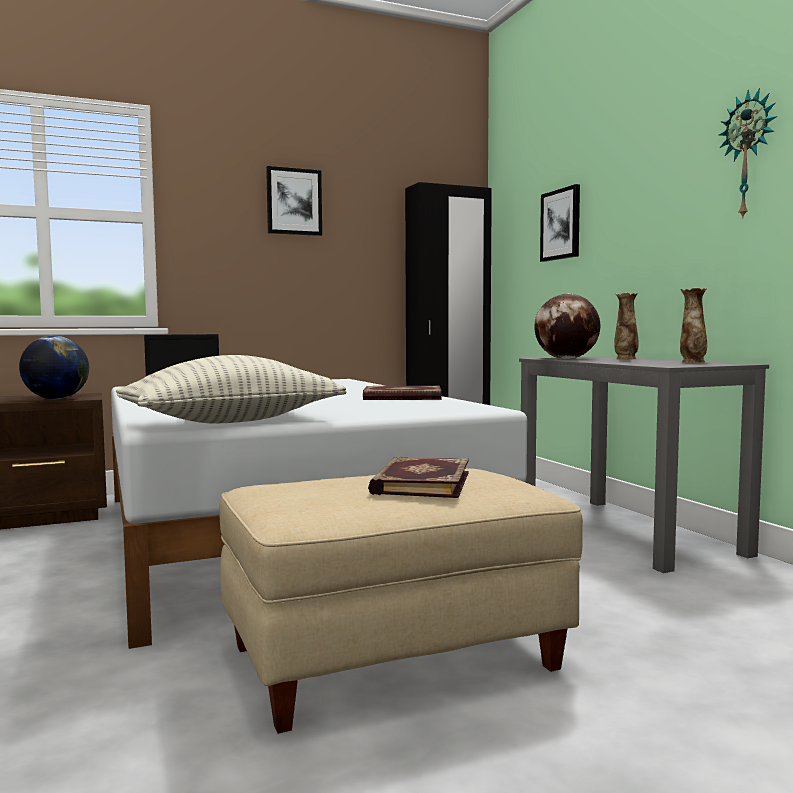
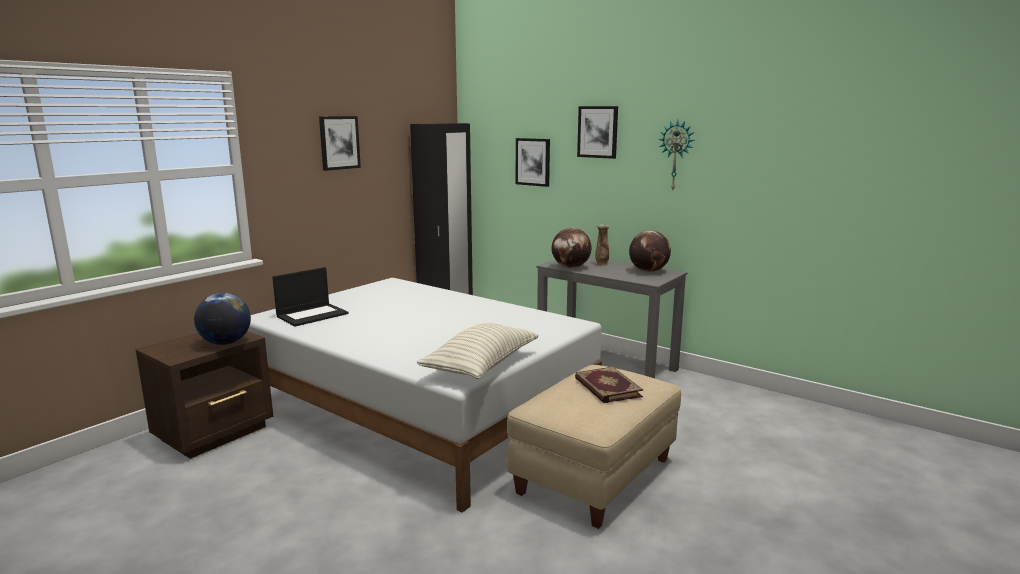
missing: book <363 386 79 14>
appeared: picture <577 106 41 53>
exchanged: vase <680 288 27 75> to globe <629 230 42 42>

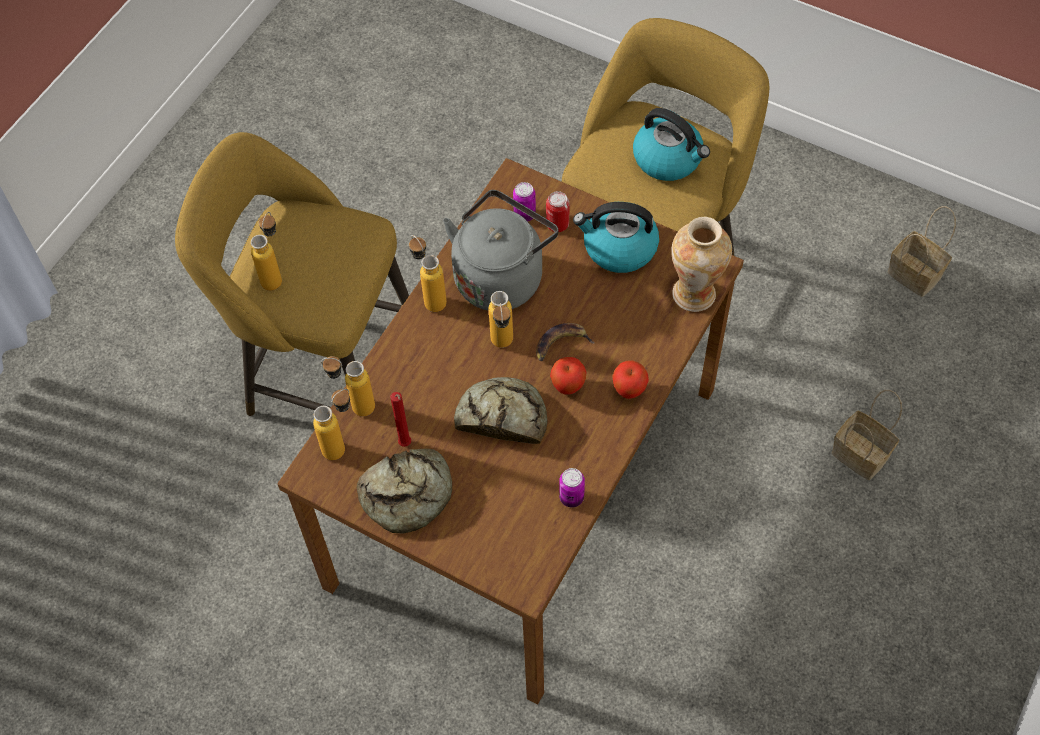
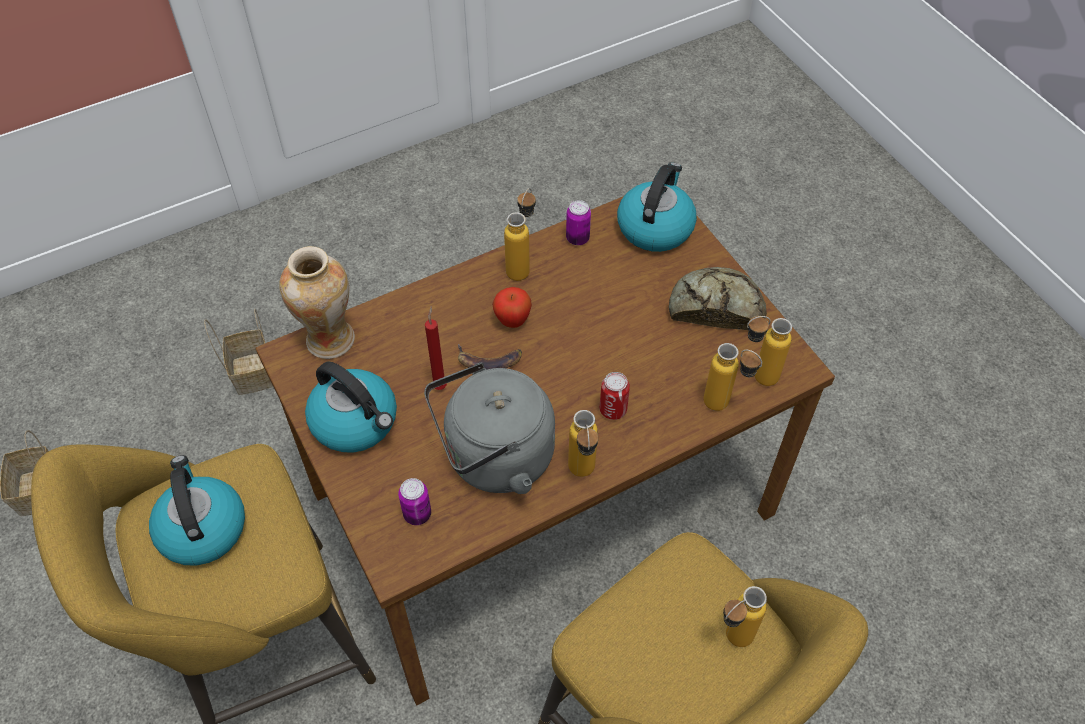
missing: bread <454 377 93 67>; apple <612 360 37 39>
appeared: kettle <617 162 80 90>
relocated: red candle <390 392 21 55> to <425 306 22 84>; bottle <488 291 25 57> to <504 188 32 93>; can <546 191 23 41> to <599 372 31 48>

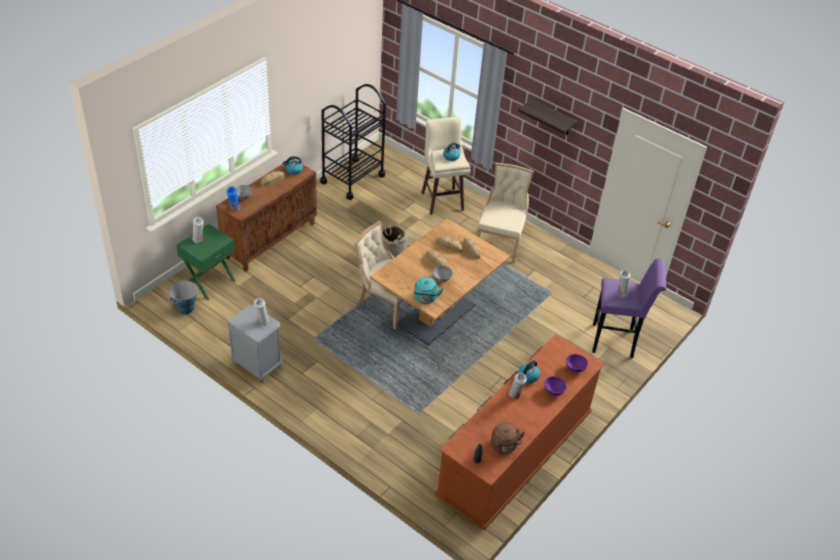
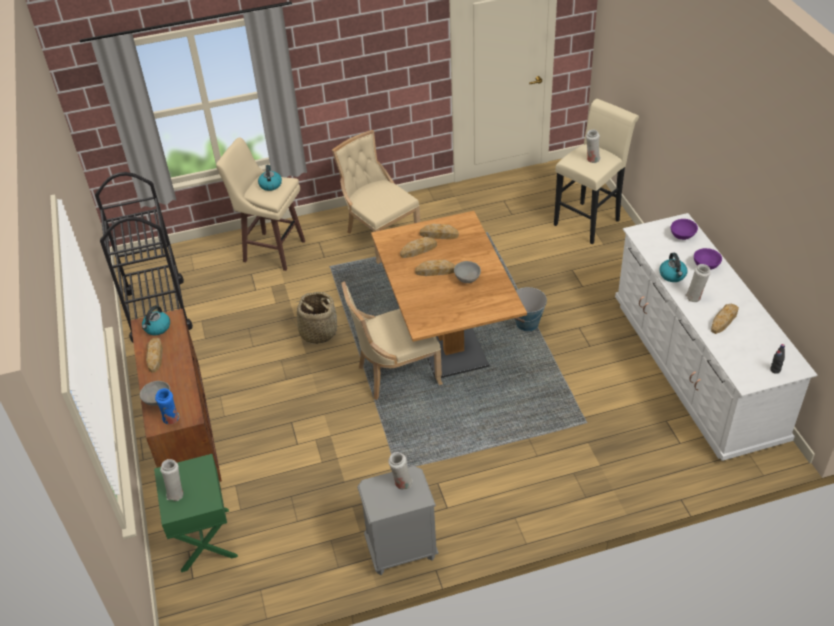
missing: turquoise kettle <414 277 29 27>; brown kettle <491 422 34 32>; shelf <518 99 60 36>
appeared: bread <711 304 28 30>
relocated: bucket <169 280 28 35> to <515 287 32 44>
colour: purple stool <592 258 74 100> to beige stool <554 99 85 145>; brown dresser <435 334 170 196> to white dresser <615 213 202 248>

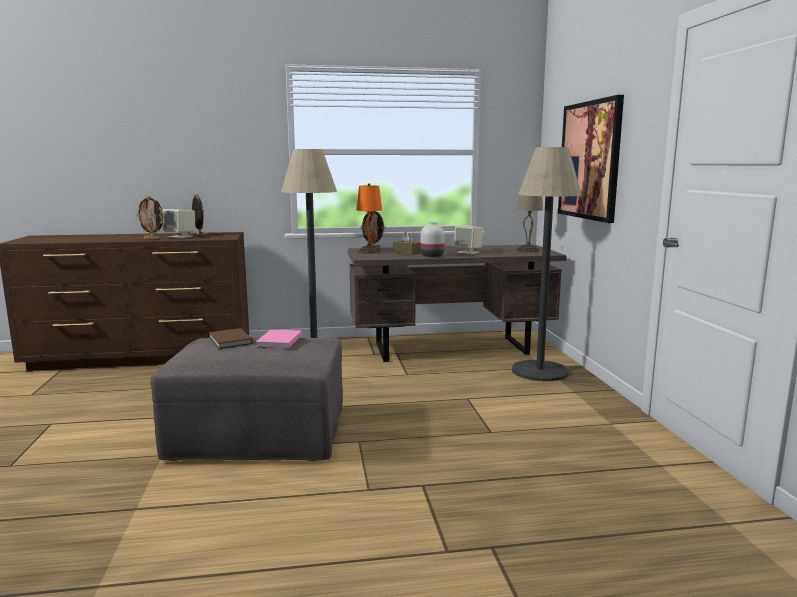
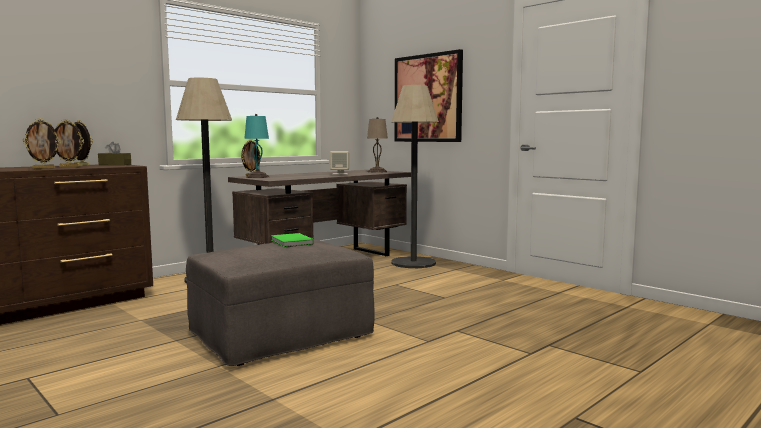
missing: brown book <209 328 43 21>; white vase <420 222 25 35>
relocated: brown tissue box <394 232 27 23> to <98 142 33 23>
exchanged: beige speaker <162 209 33 29> to picture frame <55 119 29 48>
colour: orange table lamp <356 183 26 70> to turquoise table lamp <244 114 25 64>; pink book <256 330 46 18> to green book <271 233 43 14>

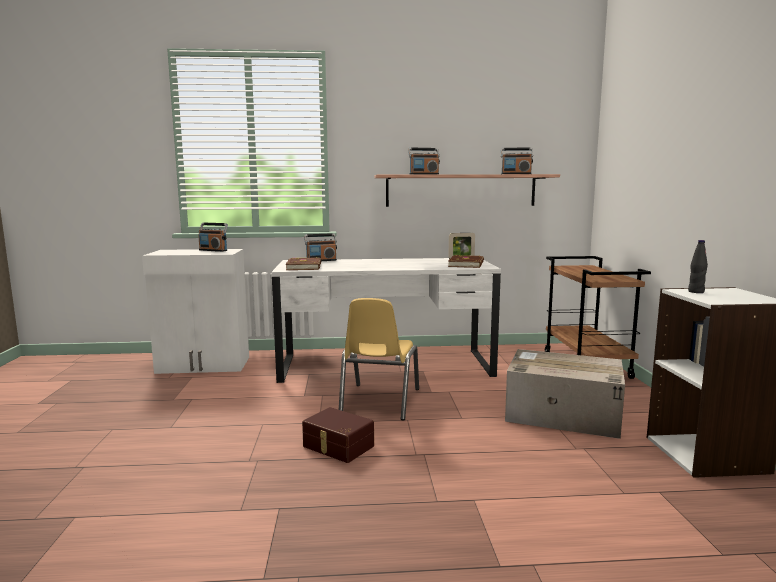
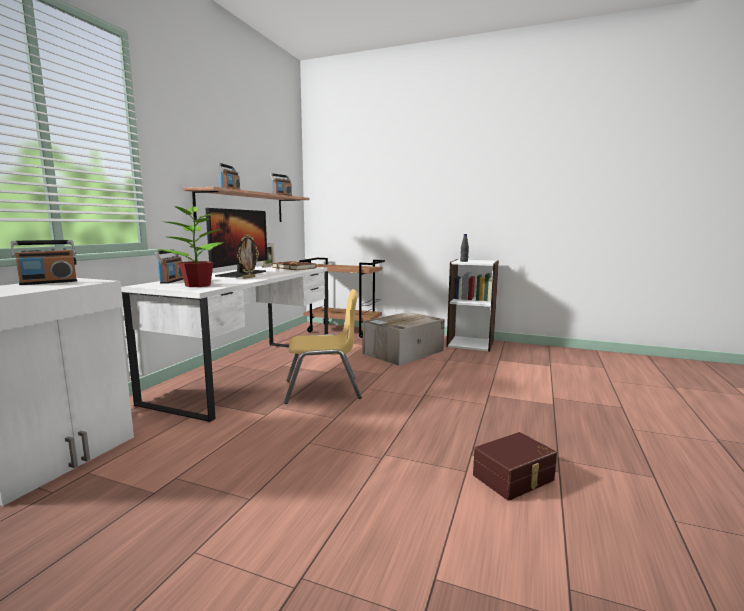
appeared: monitor <205 208 63 70>; picture frame <237 234 22 45>
relocated: brown storage box <302 407 72 56> to <473 432 84 69>
exchanged: brown book <286 257 35 13> to potted plant <159 203 66 84>
spun: yellow chair <339 298 80 122> = <284 289 78 115> 45 degrees counterclockwise

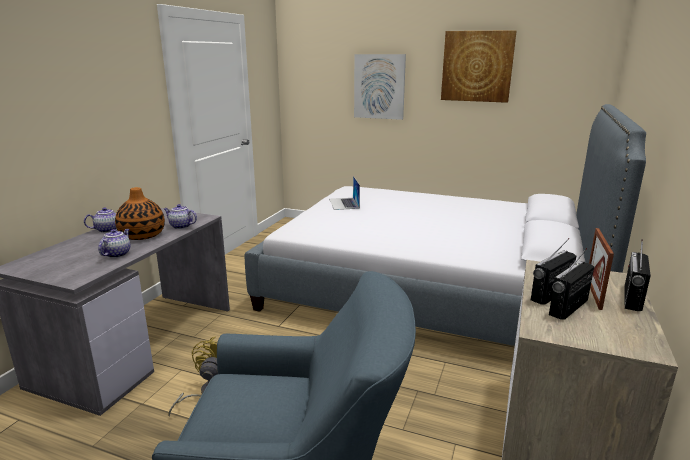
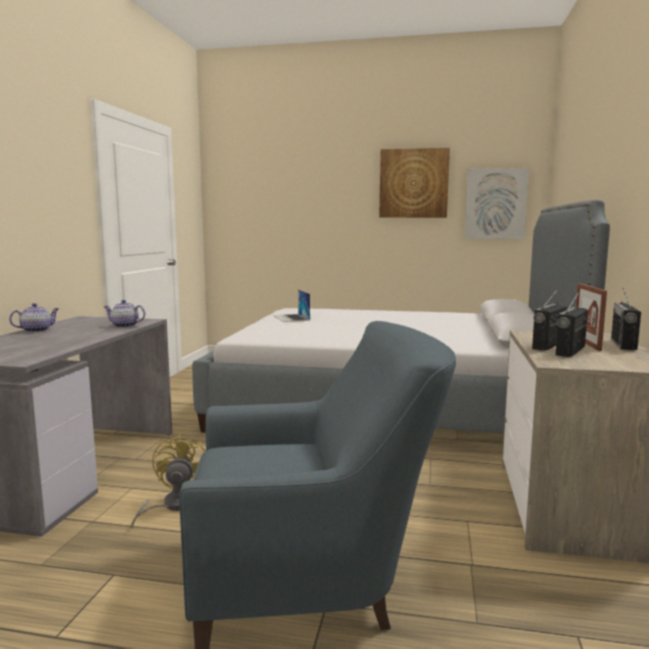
missing: teapot <98 229 32 29>; vase <115 187 50 53>
relocated: picture <354 54 52 66> to <465 168 64 71>

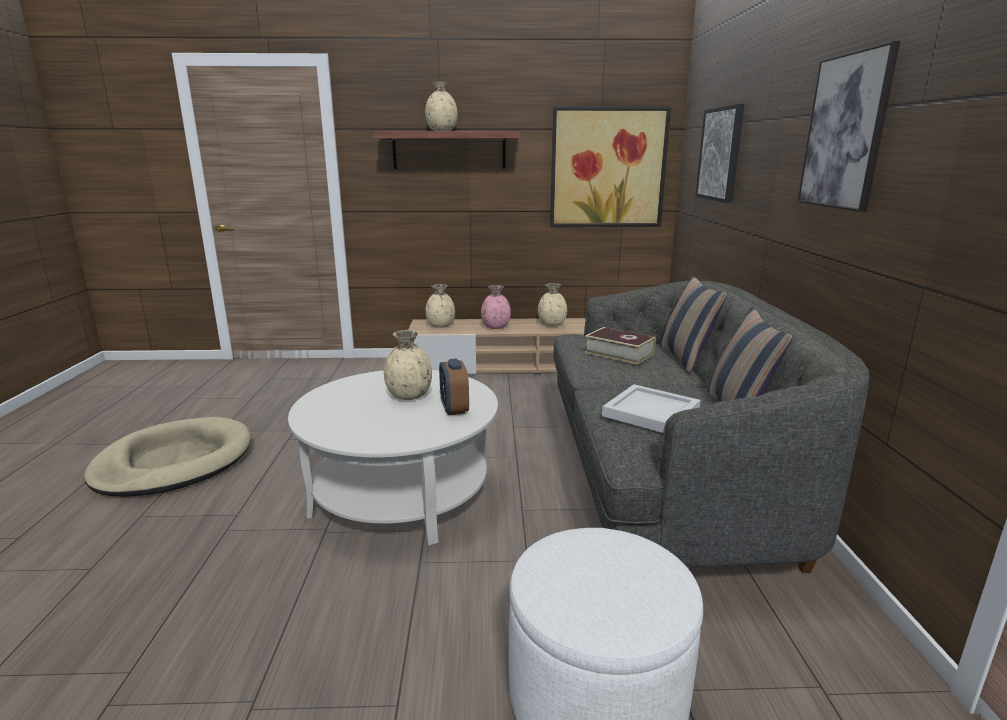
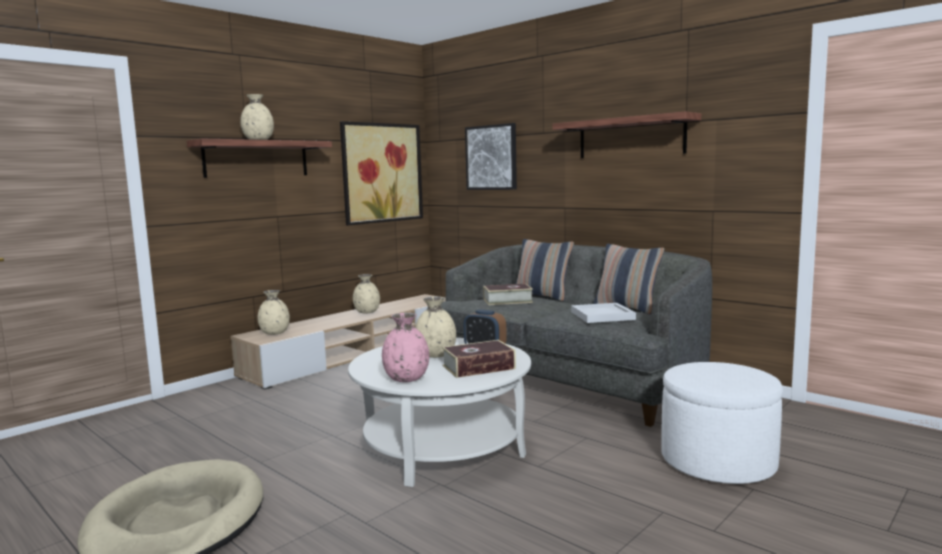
appeared: book <442 340 74 38>
relocated: pink vase <481 285 30 44> to <382 313 47 69>
exchanged: picture <798 41 102 171> to shelf <552 111 149 47>

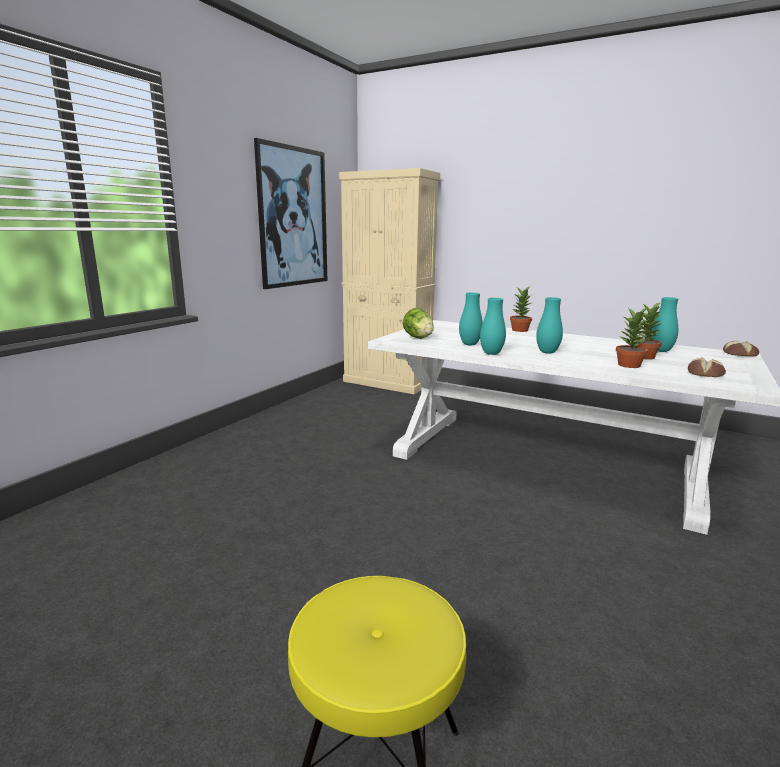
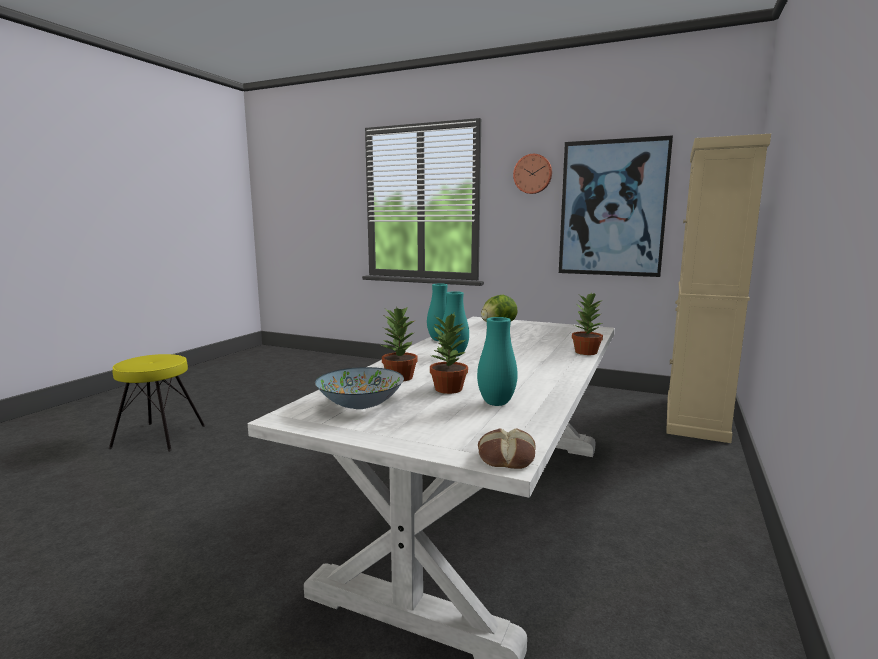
missing: turquoise vase <459 292 24 53>
appeared: wall clock <513 154 39 40>
exchanged: bread <688 357 38 20> to bowl <315 367 89 42>

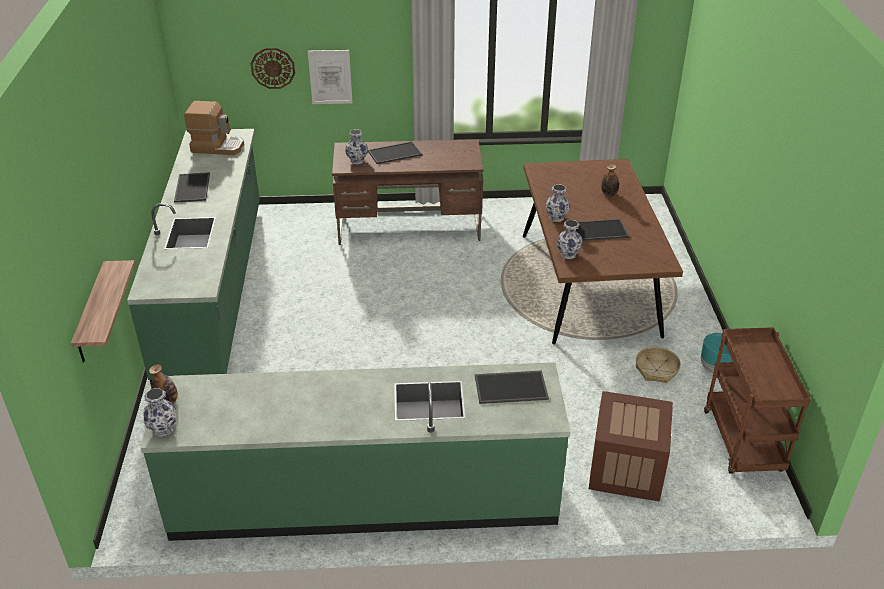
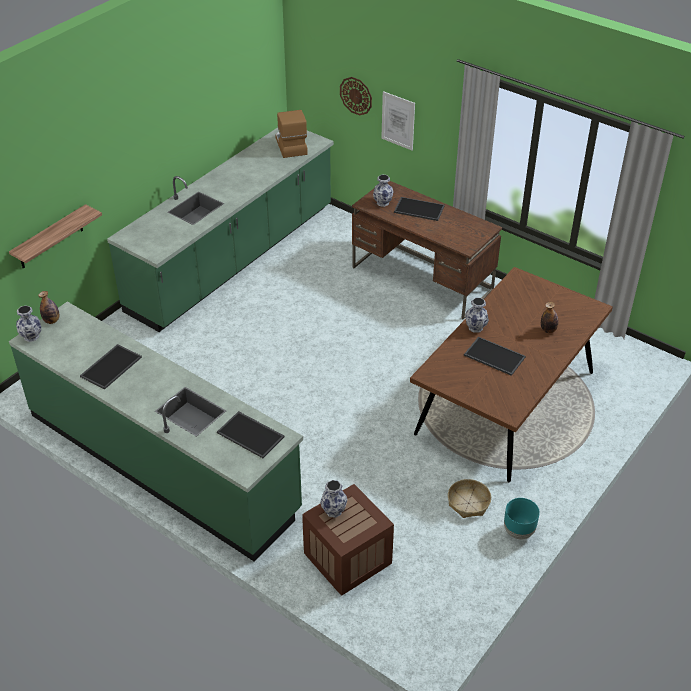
missing: brown cart <704 327 107 147>
relocated: tray <174 172 36 31> to <80 344 62 46>; vase <557 220 26 39> to <320 480 28 38>
spun: coffee machine <184 101 60 54> = <275 110 33 48> 150 degrees counterclockwise

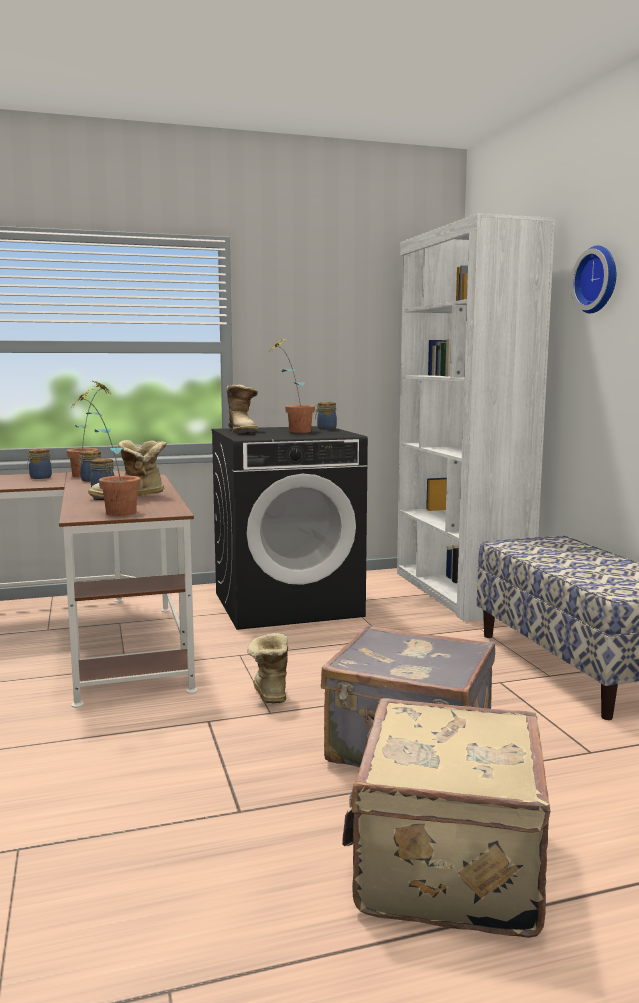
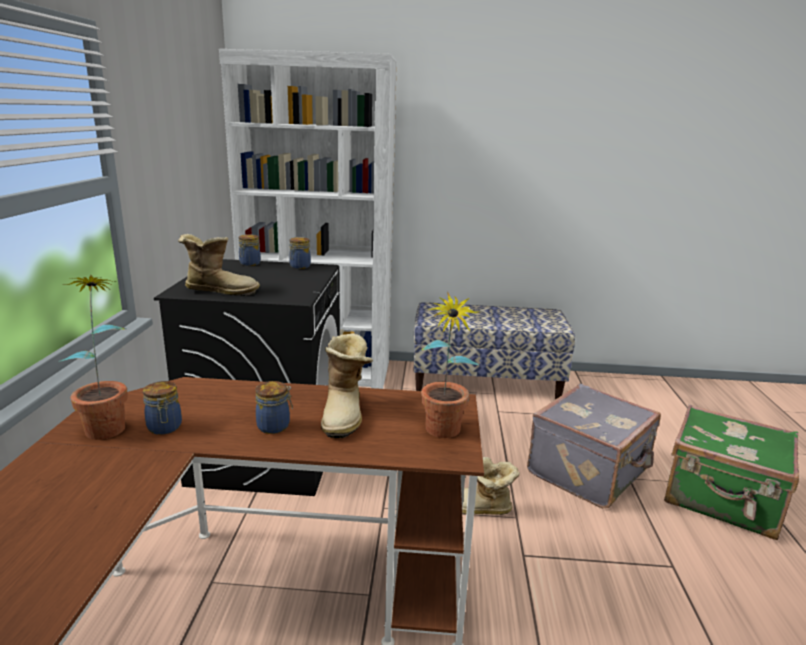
missing: potted plant <270 339 45 94>; wall clock <571 245 45 68>
relocated: jar <27 448 25 31> to <289 237 22 32>
colour: beige suitcase <342 698 208 240> to green suitcase <664 404 135 136>

